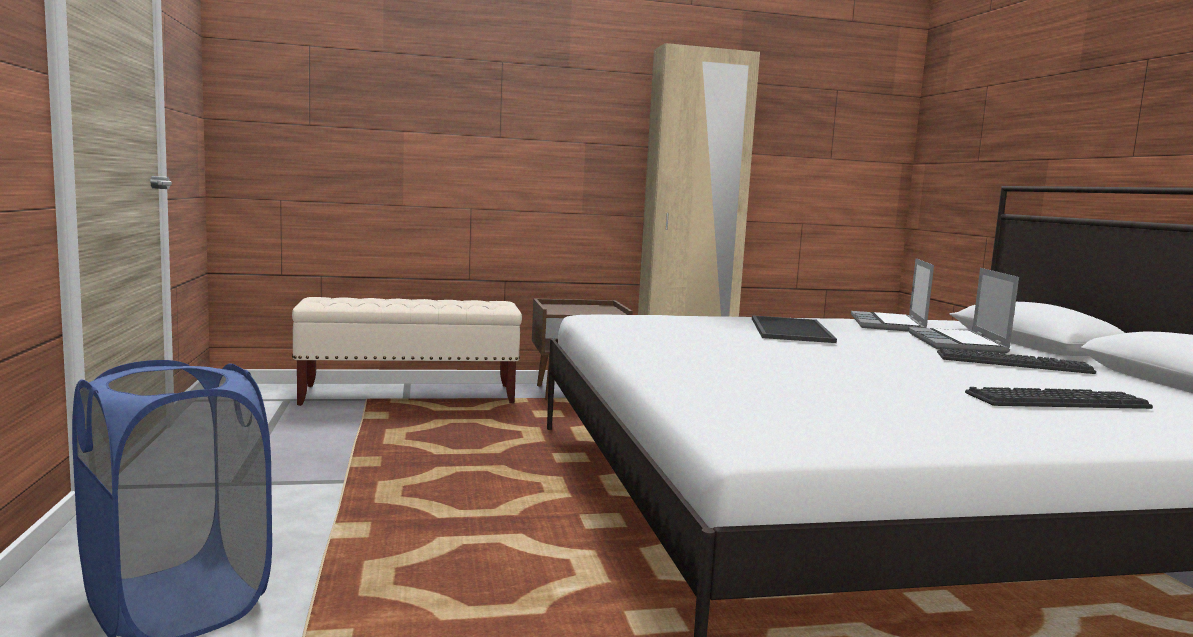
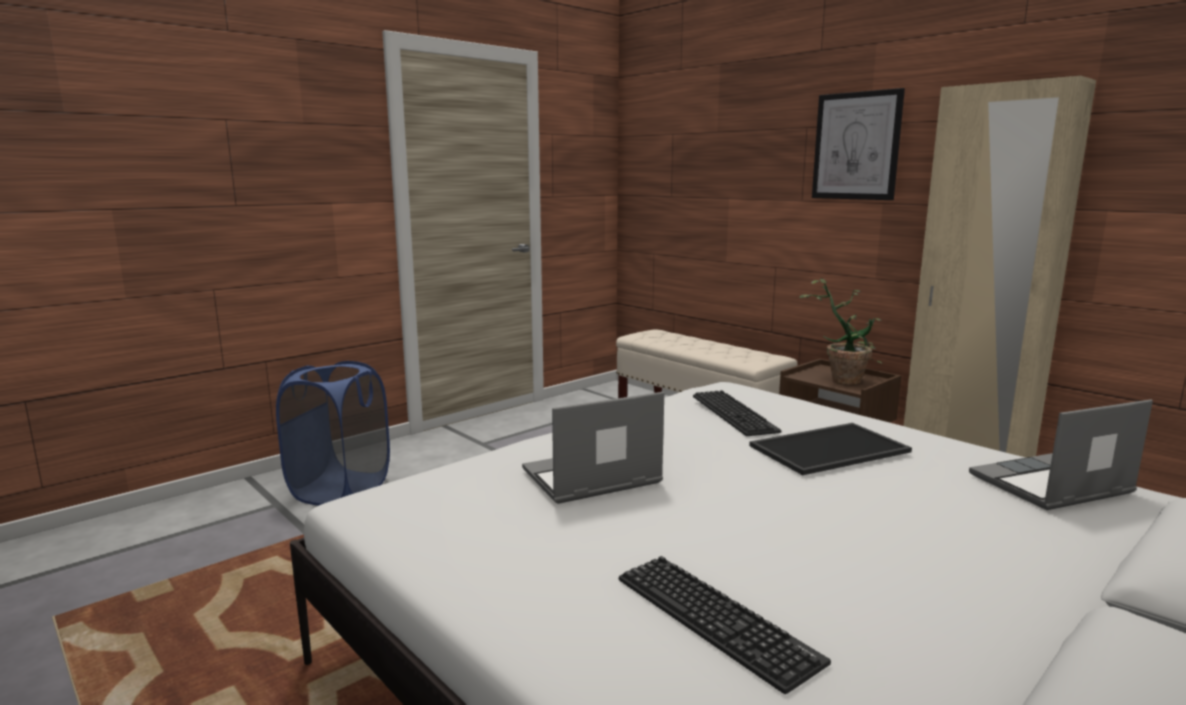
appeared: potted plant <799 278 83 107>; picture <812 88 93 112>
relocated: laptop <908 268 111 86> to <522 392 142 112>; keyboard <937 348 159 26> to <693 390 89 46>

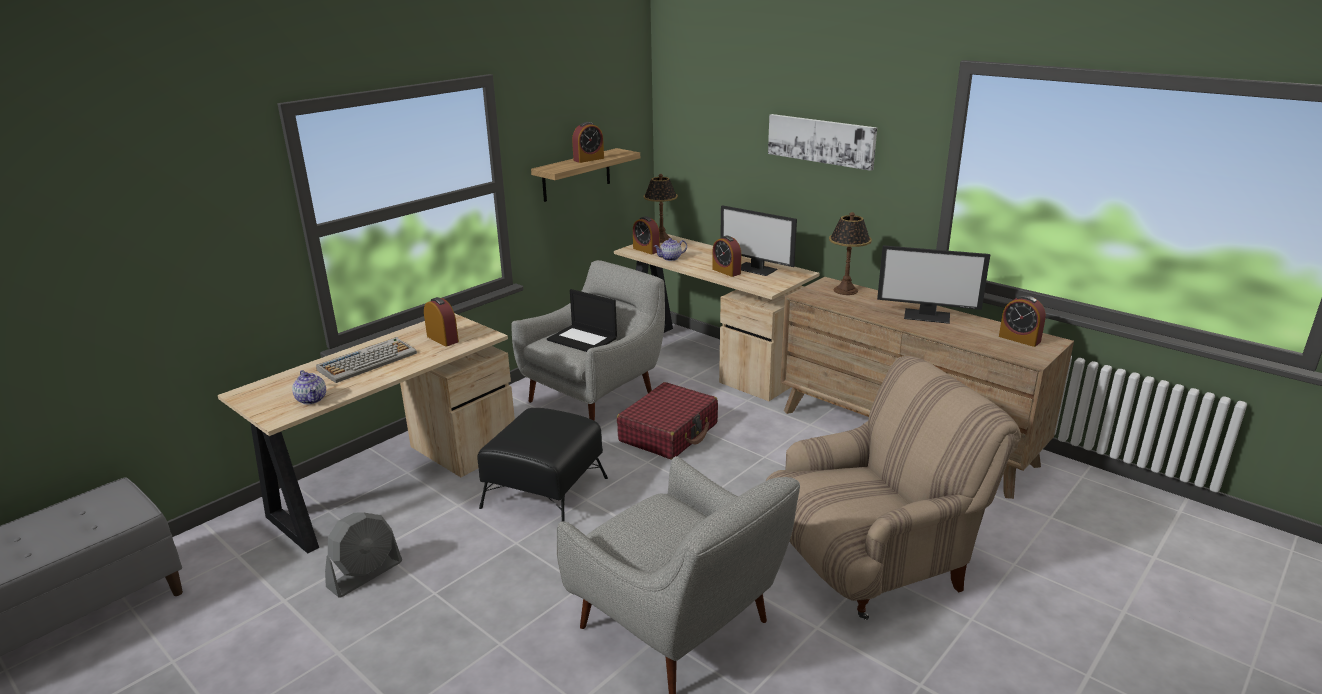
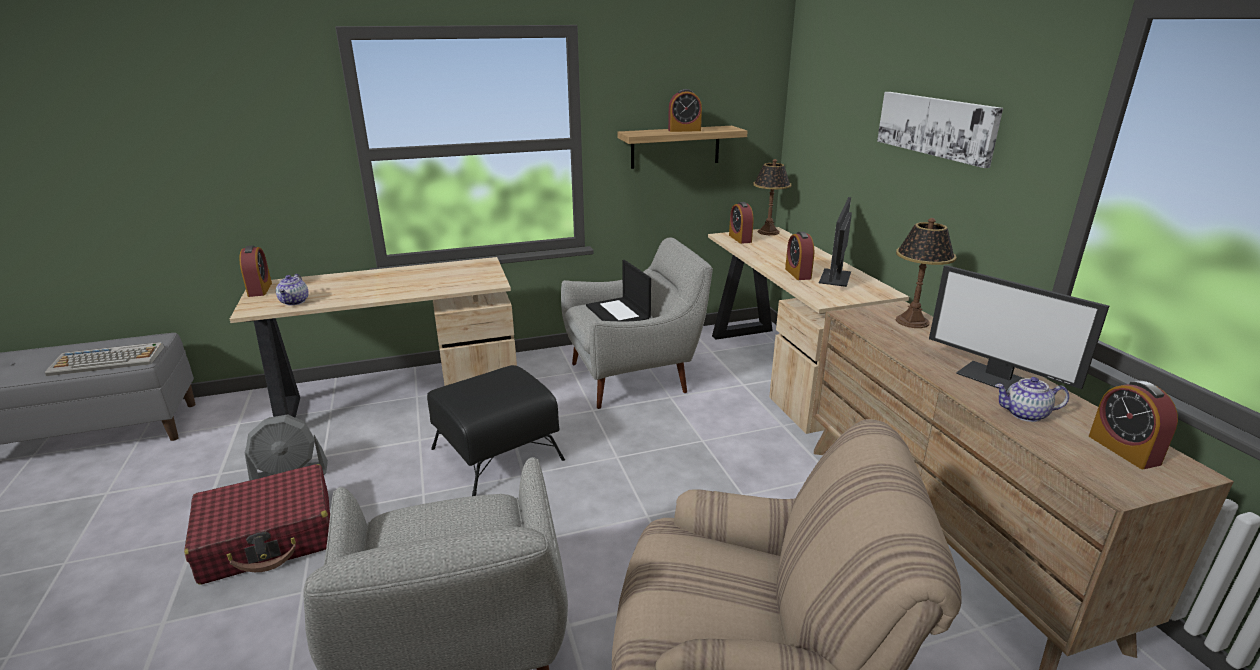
relocated: keyboard <316 337 101 46> to <45 342 119 34>; red suitcase <617 382 101 78> to <184 464 146 121>; alarm clock <424 297 35 50> to <239 245 33 52>; teapot <654 238 33 23> to <995 377 74 45>
spun: monitor <720 205 77 71> = <819 197 33 90> 45 degrees clockwise

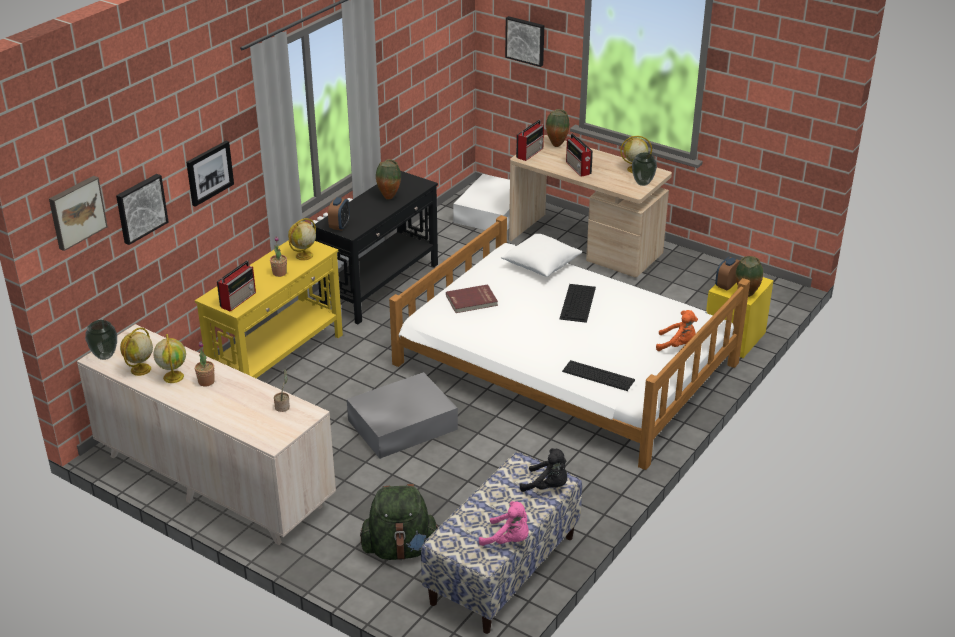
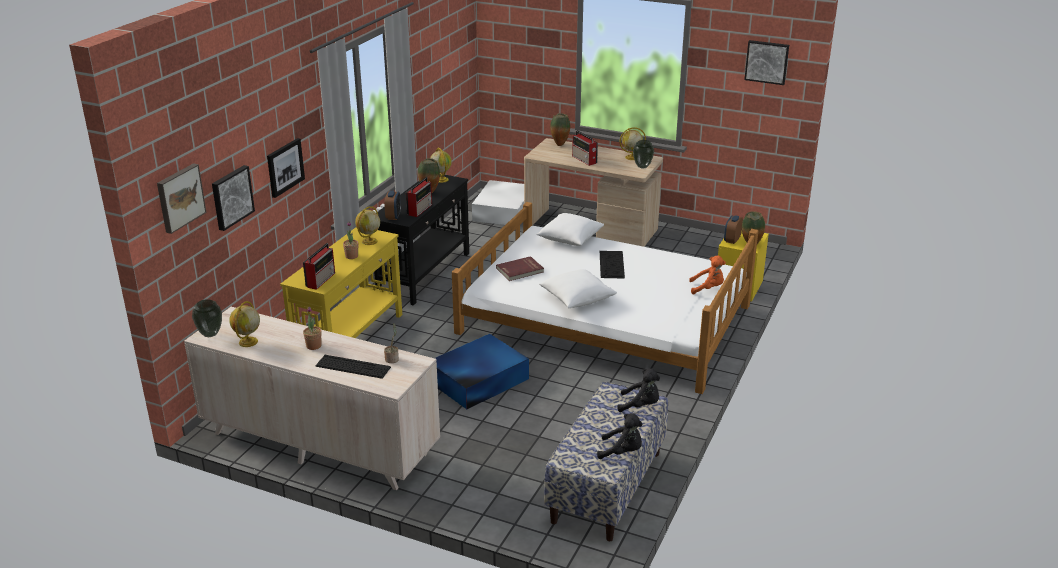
missing: green backpack <360 484 78 76>
appeared: white pillow <539 269 78 39>
relocated: keyboard <562 360 73 31> to <315 355 76 24>; radio <516 120 28 41> to <406 177 26 40>; globe <153 334 33 49> to <430 147 22 36>; picture <505 16 39 51> to <744 40 45 45>
colour: grey storage box <347 372 111 87> to blue storage box <435 334 94 75>; pink plush toy <479 501 50 45> to black plush toy <597 413 45 46>

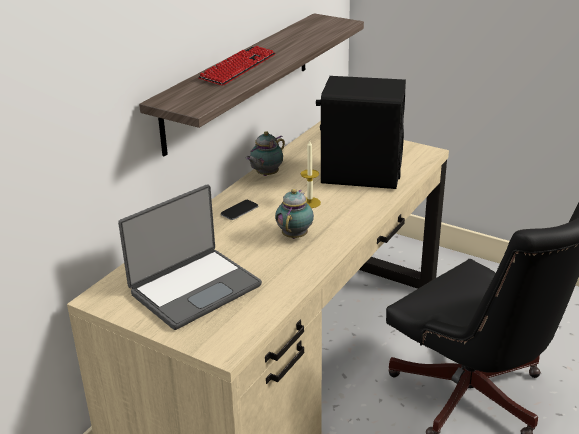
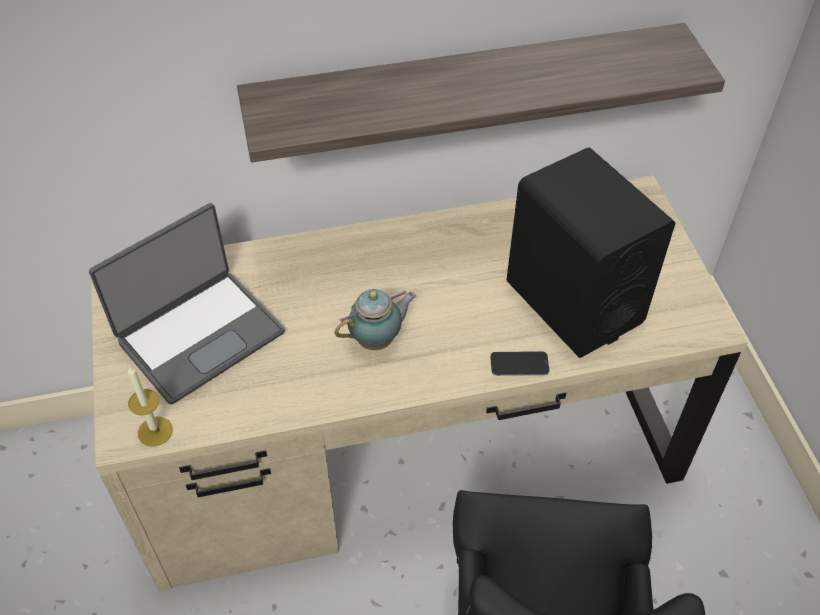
missing: keyboard <198 46 78 40>; teapot <246 131 39 45>
relocated: candle <301 140 20 68> to <128 365 45 82>; phone <221 200 37 20> to <490 351 59 25>
spun: laptop <118 184 144 146> = <89 203 196 201> 45 degrees counterclockwise

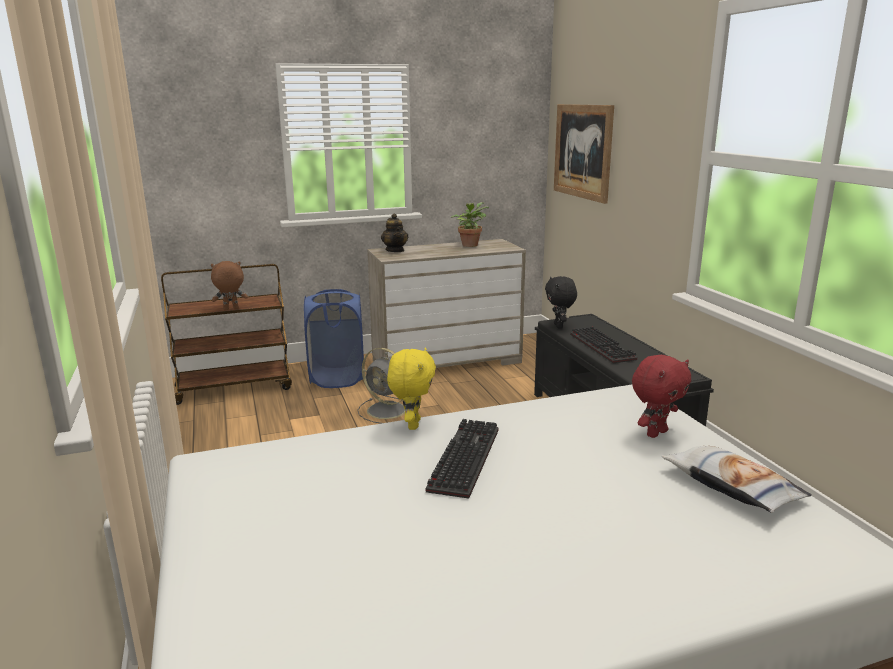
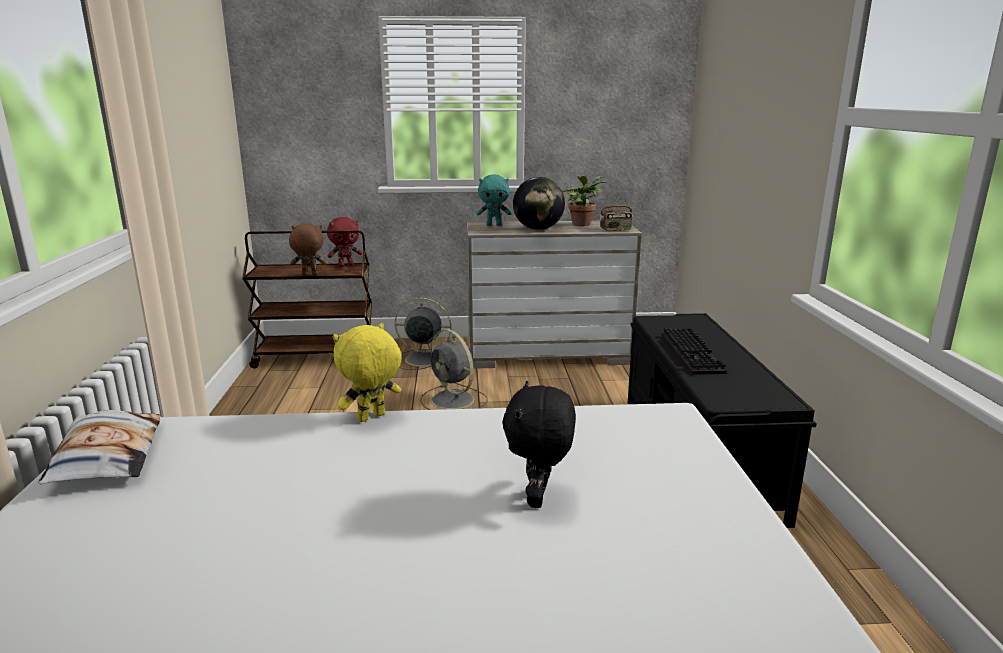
missing: keyboard <426 419 72 80>; picture <554 104 60 100>
appeared: globe <513 177 52 53>; radio <600 195 33 36>
relocated: pillow <662 446 150 67> to <38 410 123 74>; red plush toy <632 355 59 83> to <327 217 35 50>; black plush toy <545 276 32 53> to <502 381 74 127>
exchanged: blue laundry basket <304 289 60 99> to grey fan <395 298 56 72>; teapot <381 213 27 39> to turquoise plush toy <476 175 35 51>
spun: yellow plush toy <387 347 49 83> = <332 323 69 99> 150 degrees counterclockwise

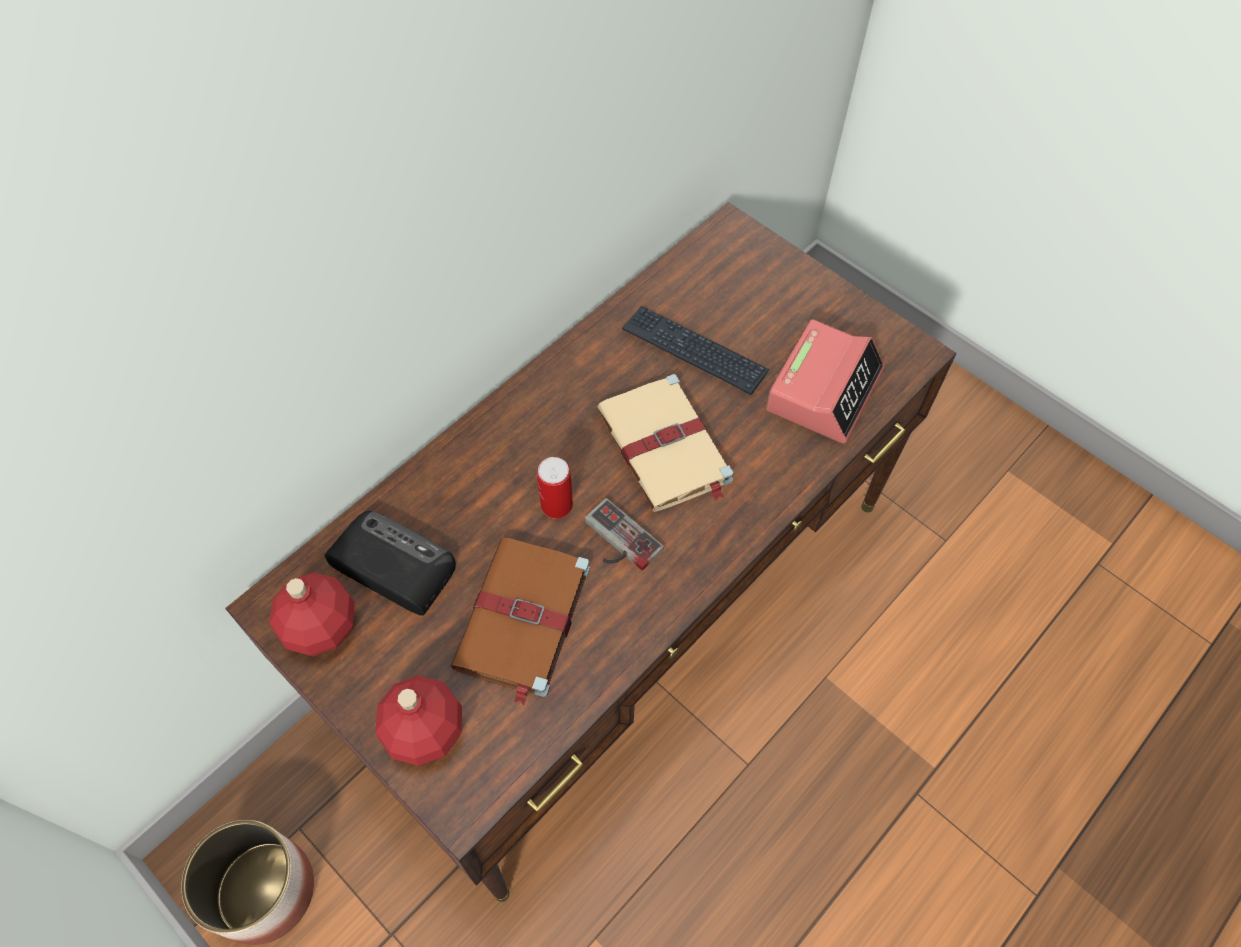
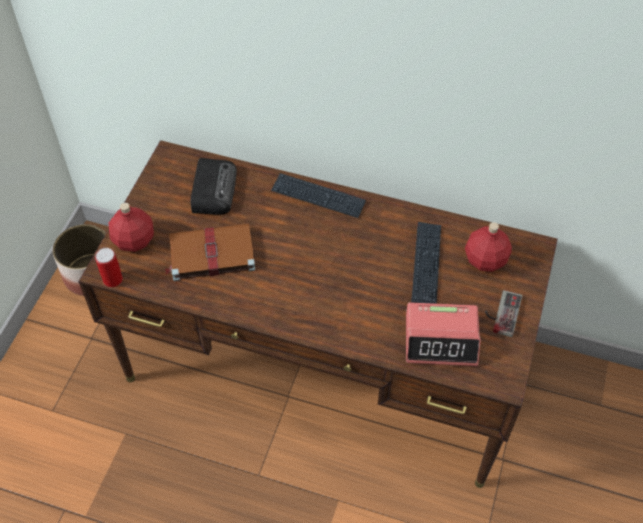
missing: beige book <597 374 137 138>
appeared: keyboard <271 173 95 45>
relocated: can <537 457 36 62> to <95 248 28 39>; red bottle <270 572 85 85> to <465 222 47 50>; game controller <584 498 80 73> to <485 290 37 47>

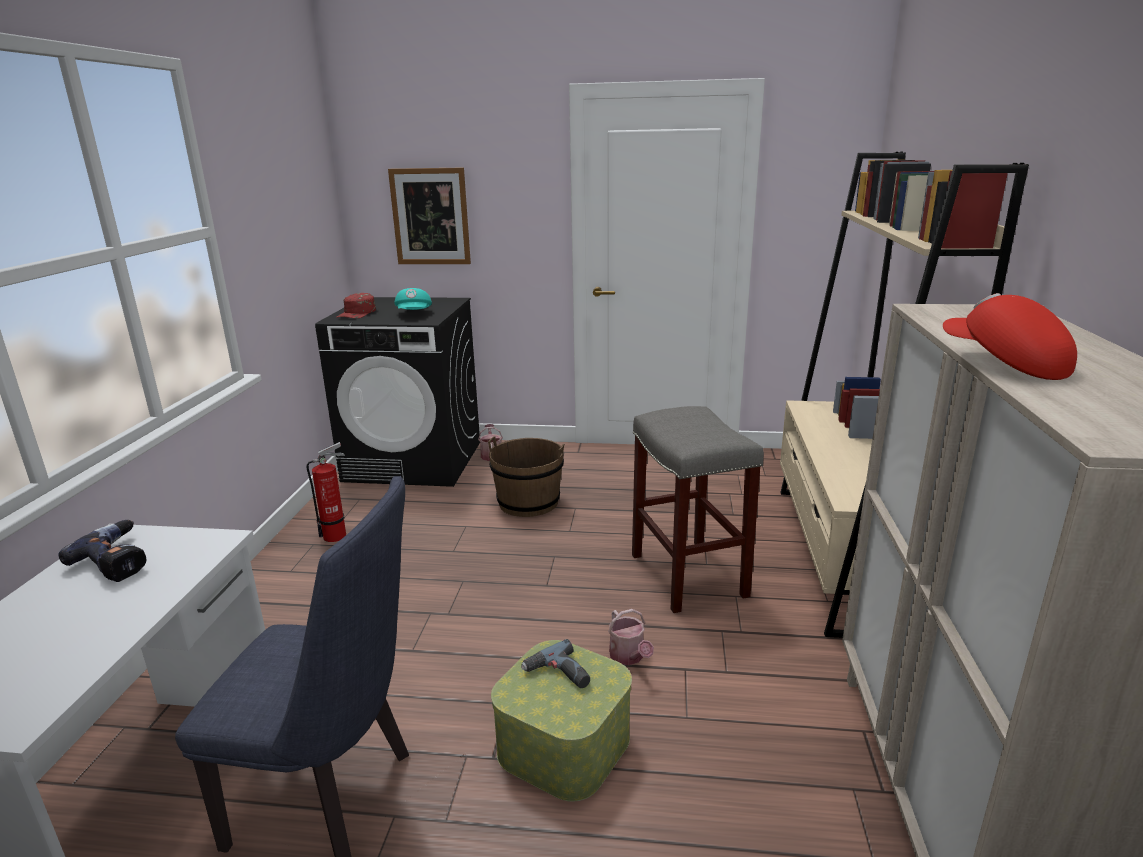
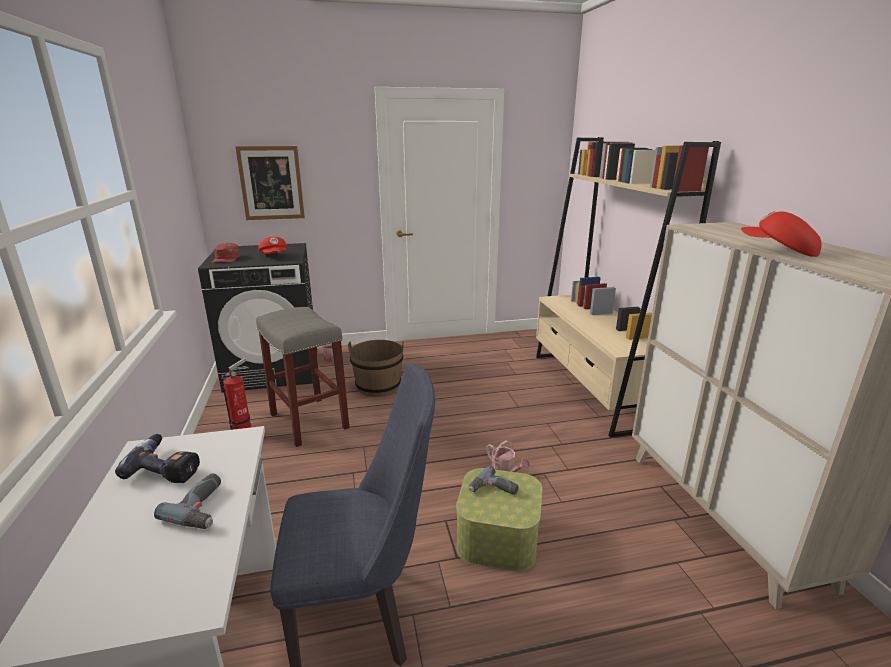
appeared: power drill <154 473 67 56>
relocated: grey stool <632 406 132 207> to <256 307 93 140>
colour: turquoise cap <394 288 38 22> to red cap <258 237 29 17>

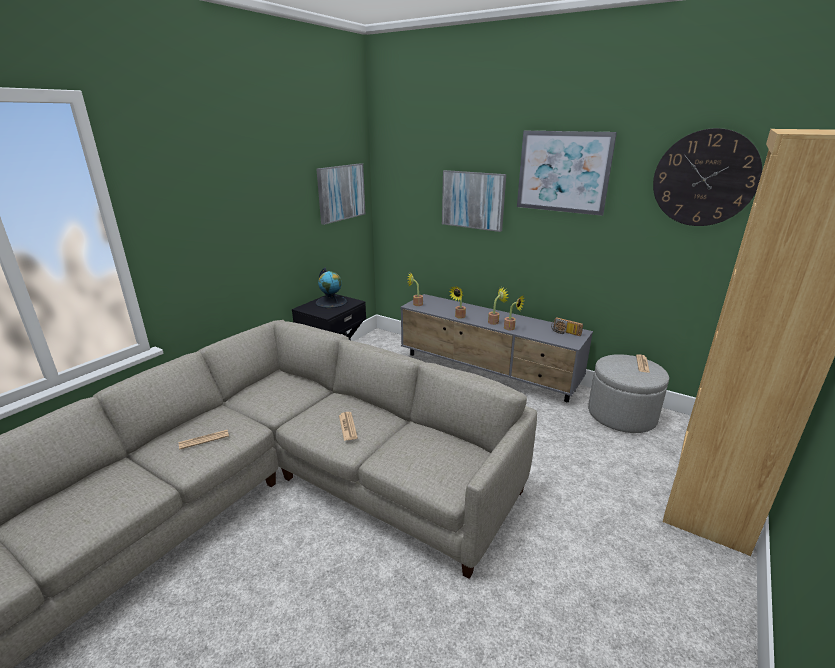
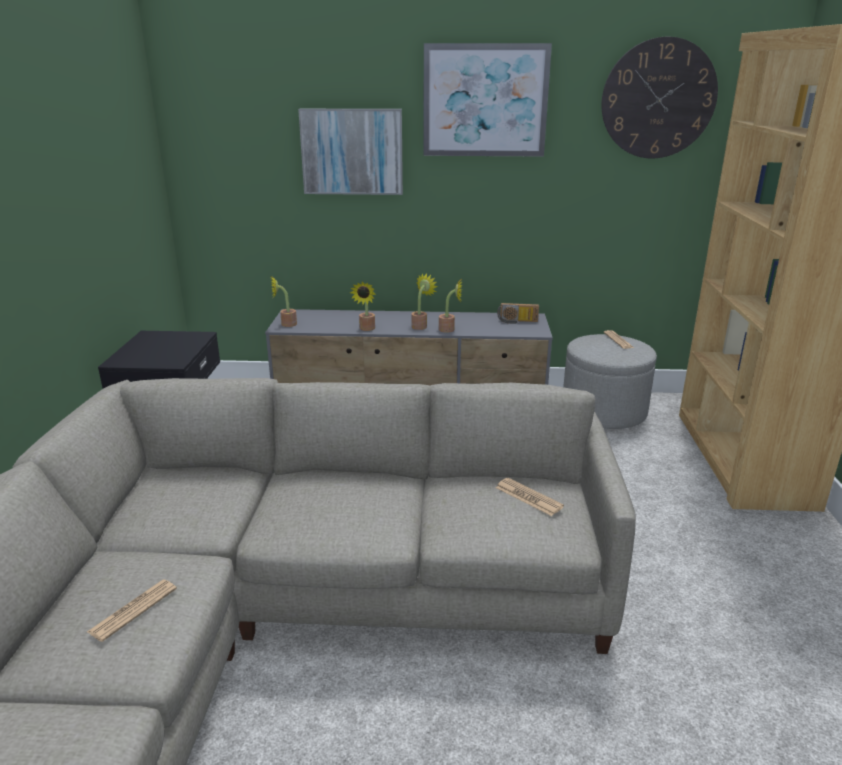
missing: picture <316 163 49 62>; globe <316 268 31 40>
relocated: newspaper <339 412 19 29> to <496 478 68 38>

